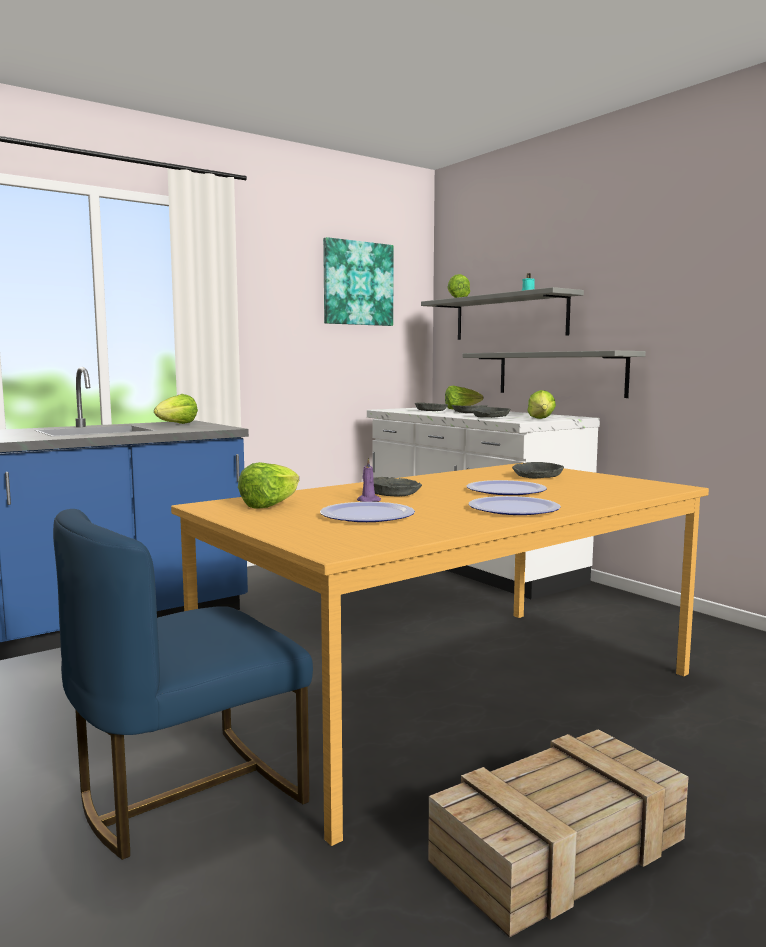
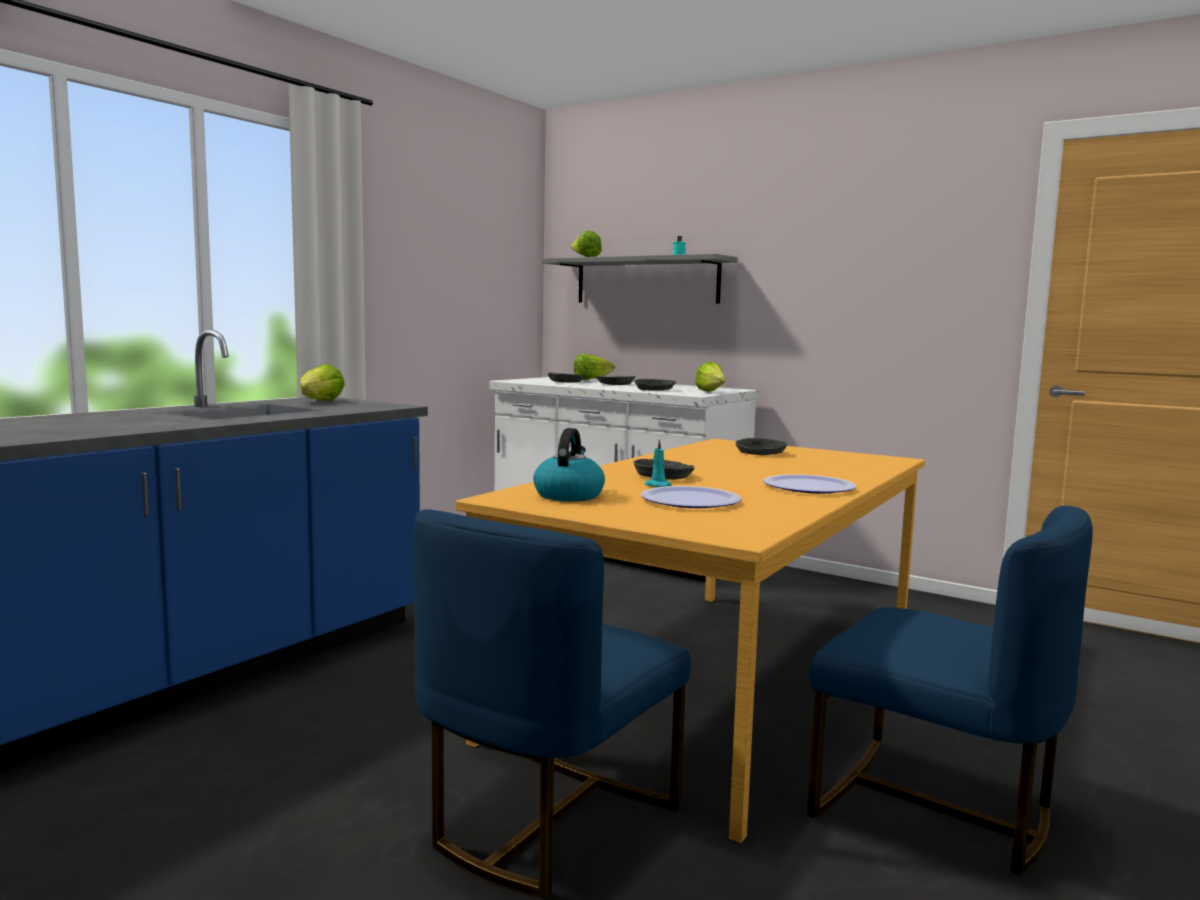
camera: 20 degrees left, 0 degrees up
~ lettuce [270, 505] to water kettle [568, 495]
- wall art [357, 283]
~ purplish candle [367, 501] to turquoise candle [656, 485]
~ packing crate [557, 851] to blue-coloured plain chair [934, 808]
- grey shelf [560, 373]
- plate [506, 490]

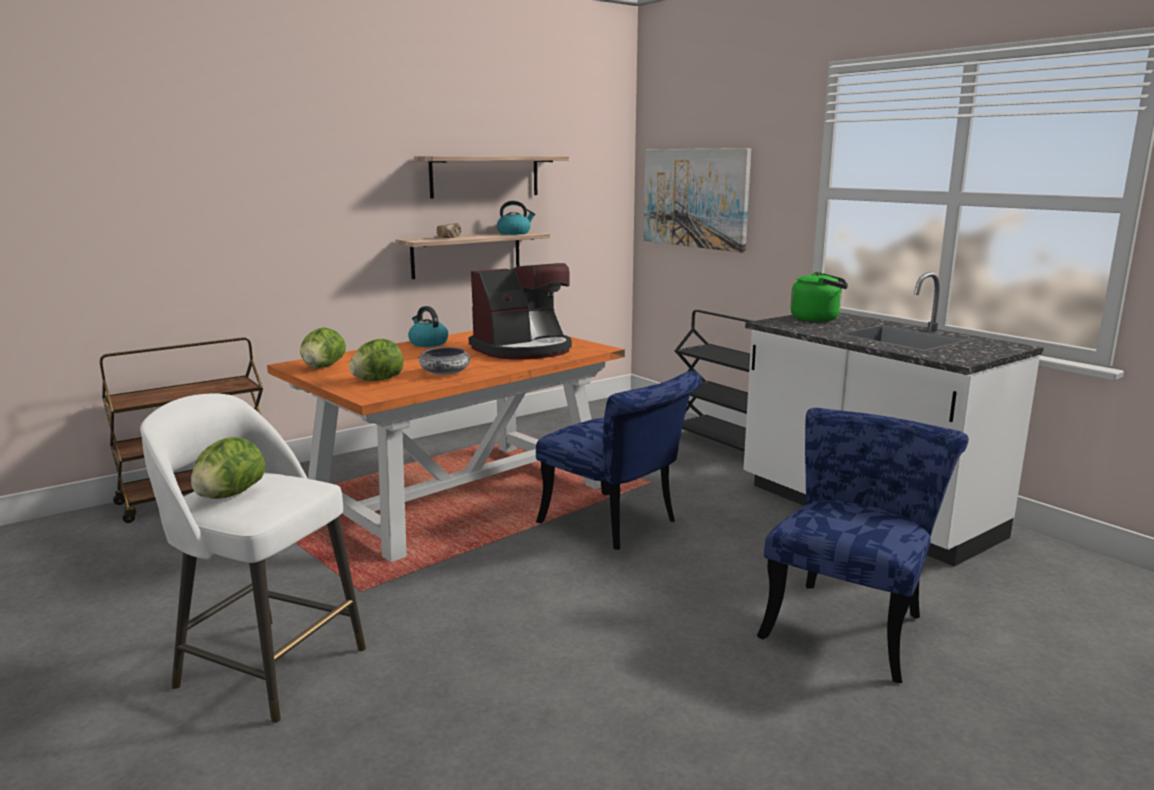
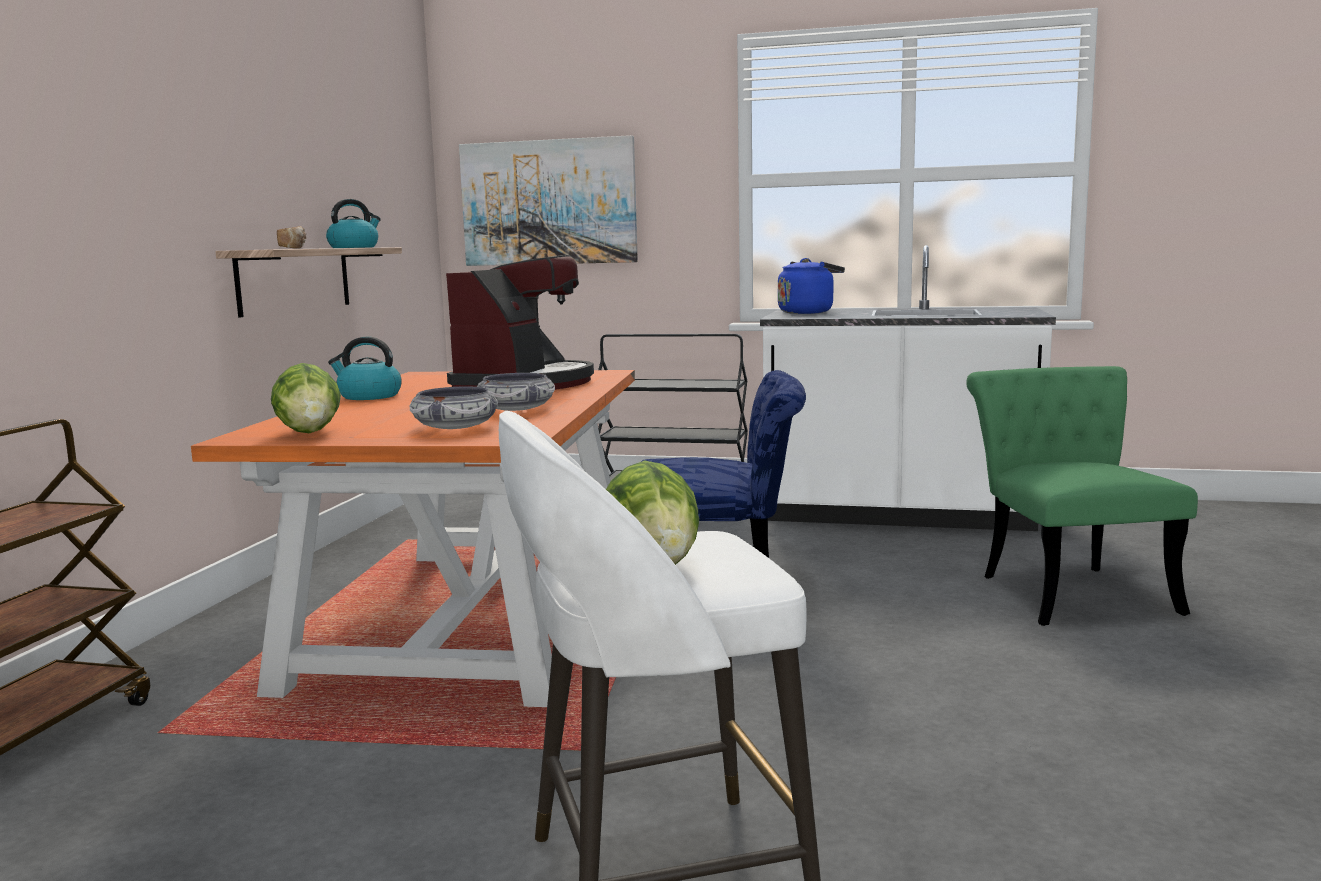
camera: 40 degrees left, 5 degrees down
~ lettuce [377, 380] to serving bowl [456, 427]
- shelf [485, 176]
~ blue-coloured plain chair [850, 622] to green plain chair [1067, 590]
~ green water kettle [818, 319] to blue-coloured water kettle [808, 312]

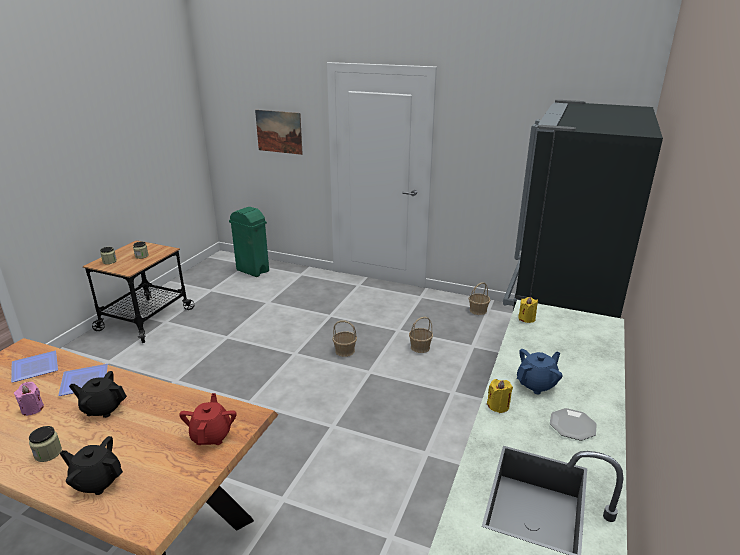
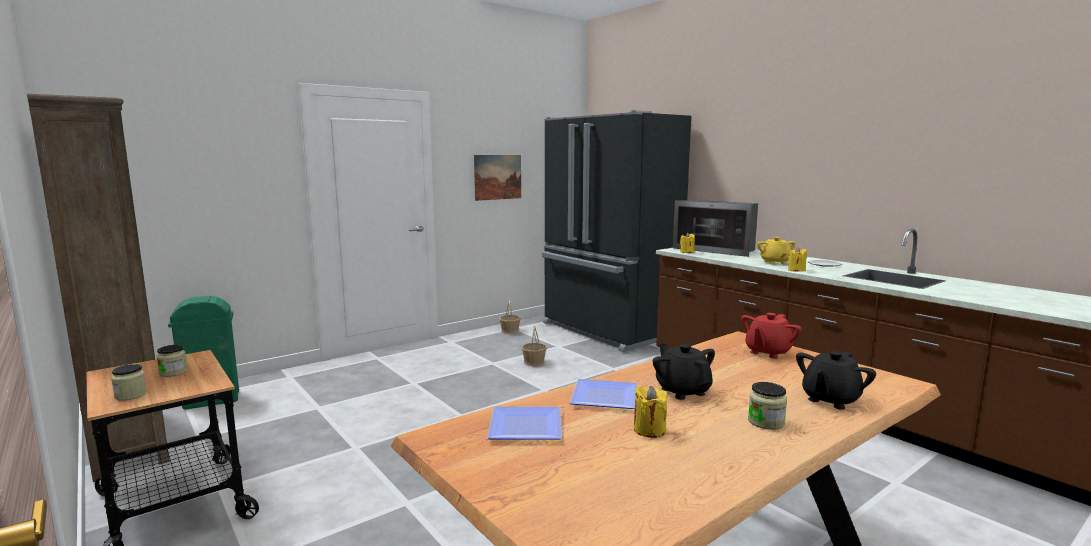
camera: 60 degrees left, 15 degrees down
~ pinkish candle [32, 409] to yellowish candle [649, 430]
~ blackish tea pot [103, 408] = [682, 391] 120 degrees clockwise
~ reddish tea pot [211, 435] = [767, 352] 75 degrees counterclockwise
~ wall art [279, 132] to [498, 177]
- household basket [345, 351]
~ blue-coloured tea pot [536, 384] to yellowish tea pot [775, 262]
+ brownish shelving unit [127, 440]
+ kitchen microwave [717, 249]

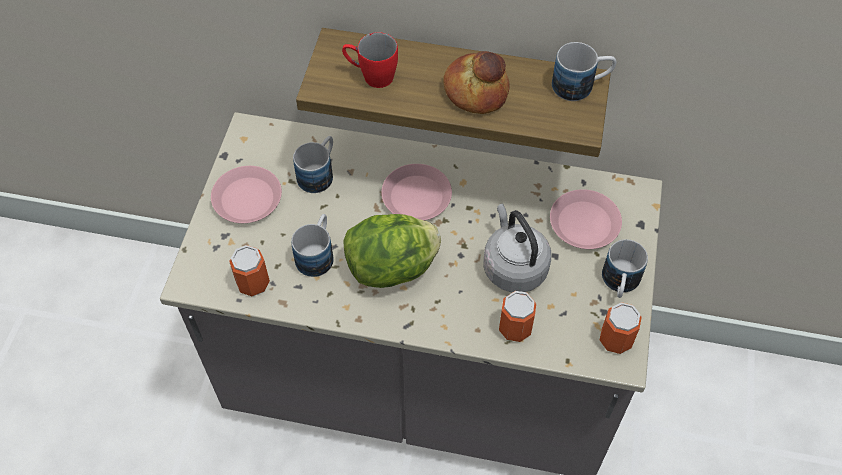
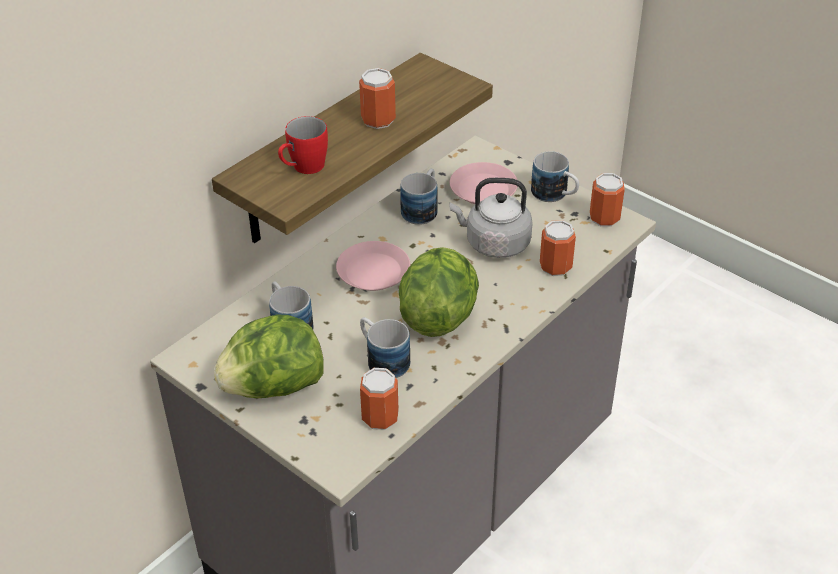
camera: 60 degrees left, 15 degrees down
~ pinkish plate [248, 199] to lettuce [274, 387]
~ baked bread [476, 91] to metal can [378, 120]
~ coffee mug [581, 86] to [422, 208]

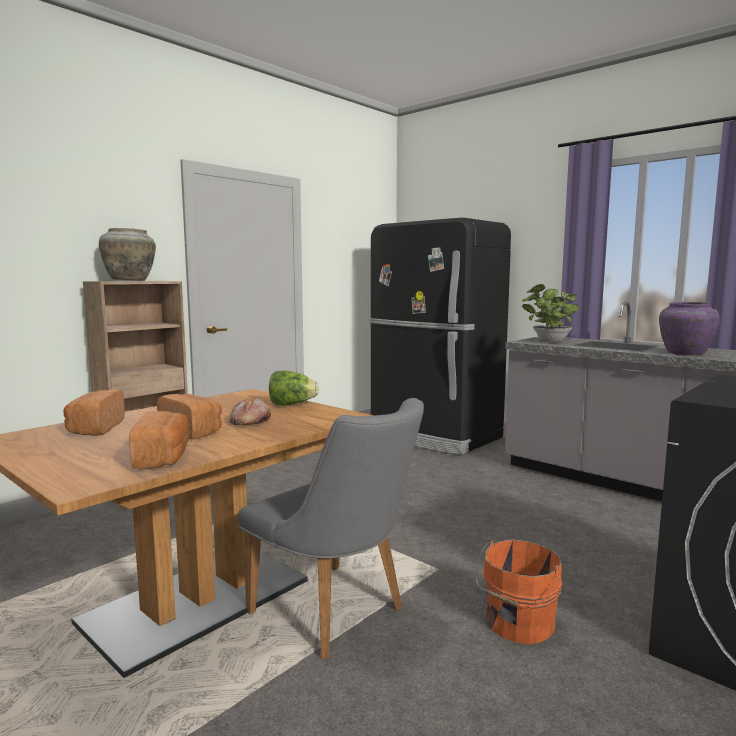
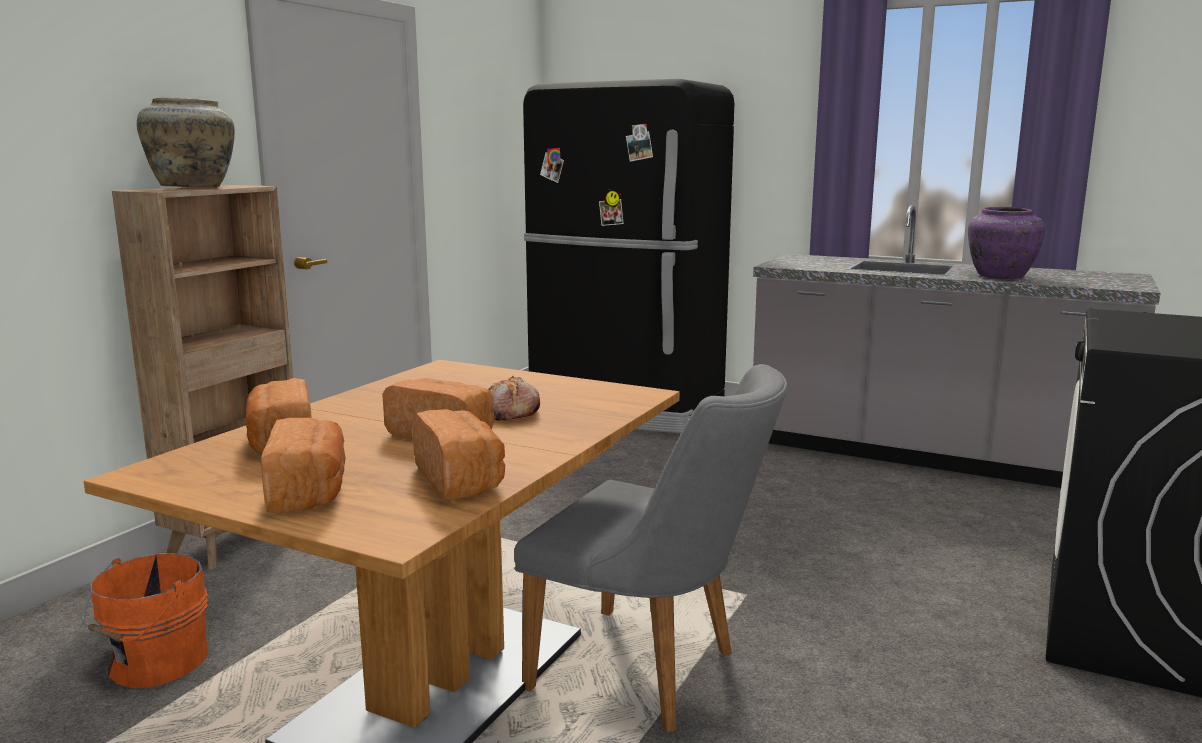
camera: 15 degrees left, 5 degrees up
- lettuce [292, 405]
~ orange-coloured bucket [517, 623] to [154, 663]
- plant in a pot [549, 341]
+ baked bread [309, 492]

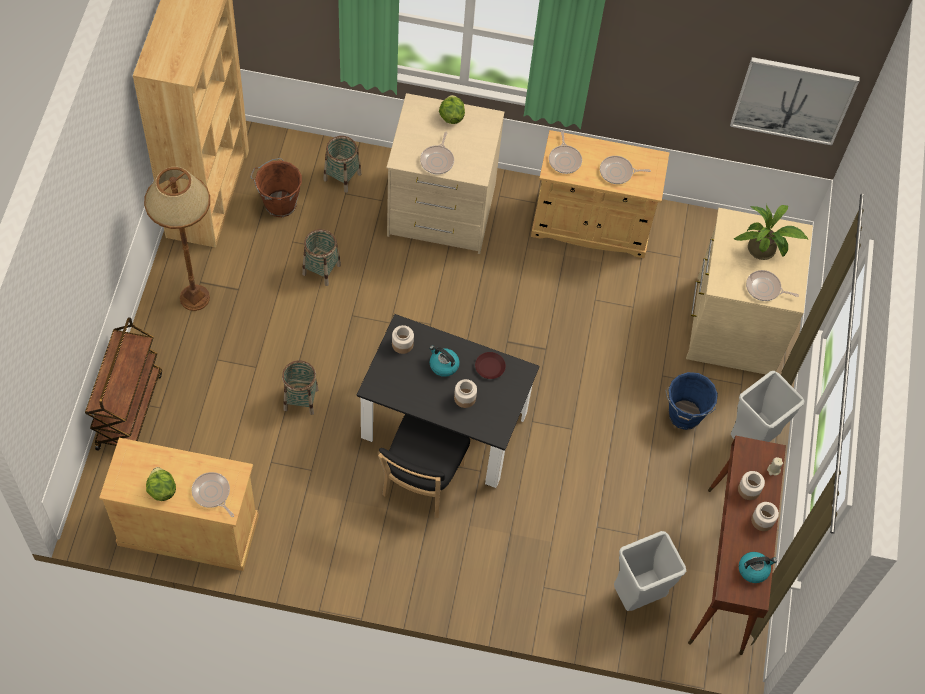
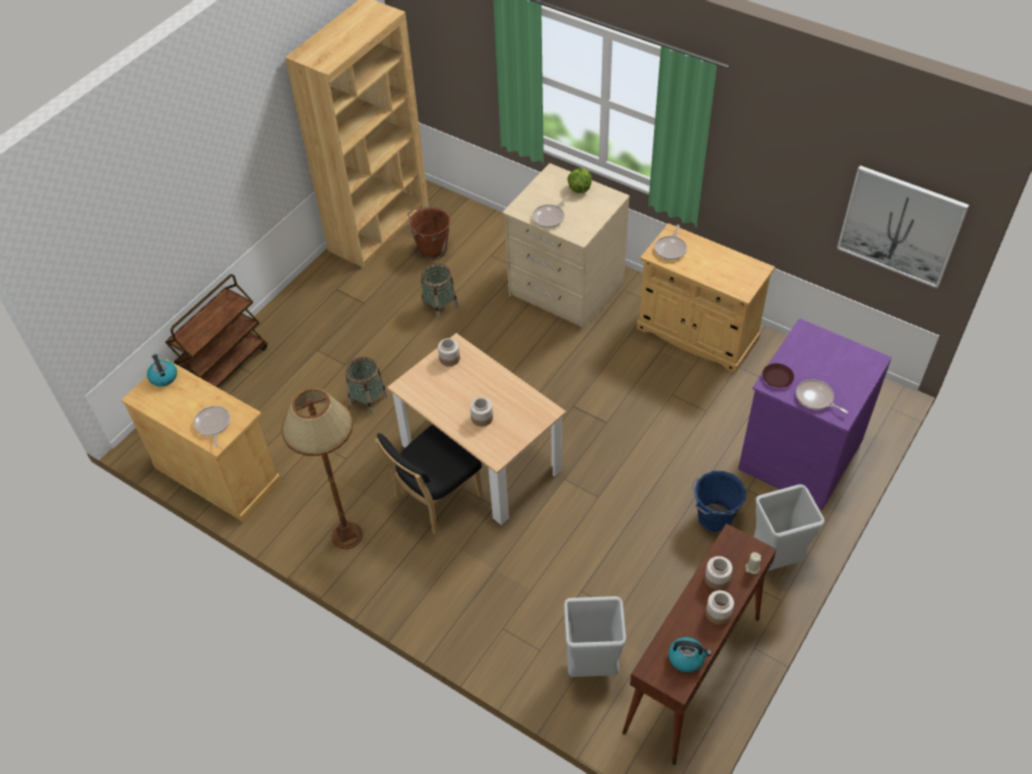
camera: 30 degrees right, 10 degrees down
~ brownish standing lamp [194, 297] to [347, 535]
- lettuce [162, 490]
- household basket [342, 177]
~ blackish kitchen table [444, 426] to sand-coloured kitchen table [481, 458]
~ water kettle [443, 365] to [163, 377]
~ brownish plate [489, 367] to [777, 377]
- pan [618, 172]
~ sand-coloured dresser [733, 325] to purplish dresser [798, 453]
- plant in a pot [764, 251]

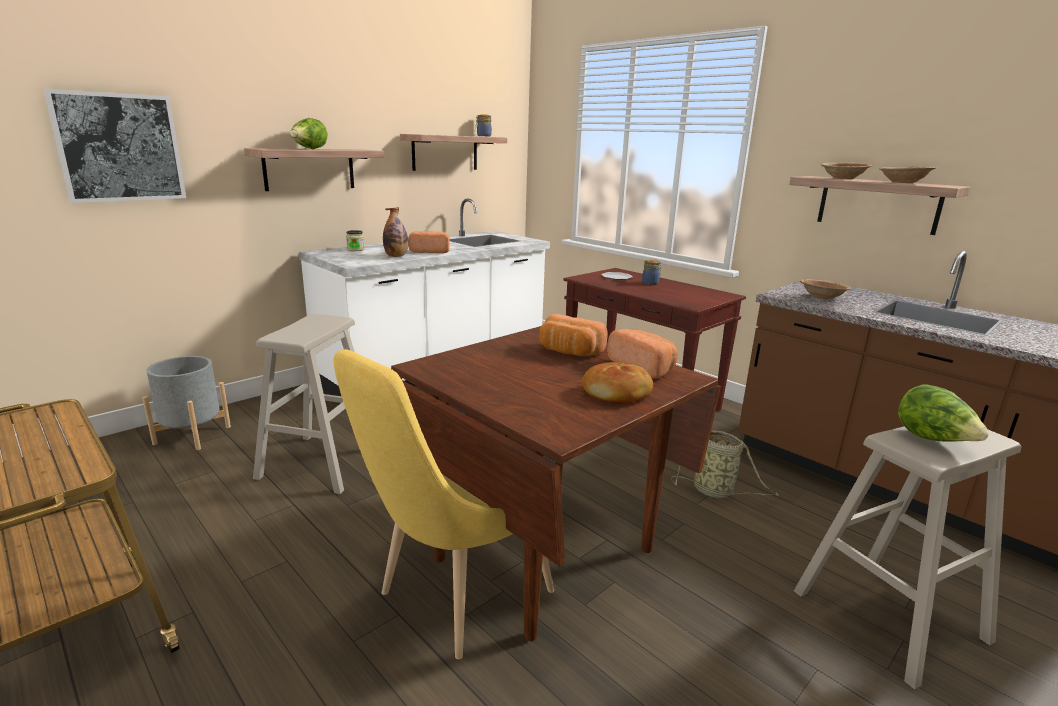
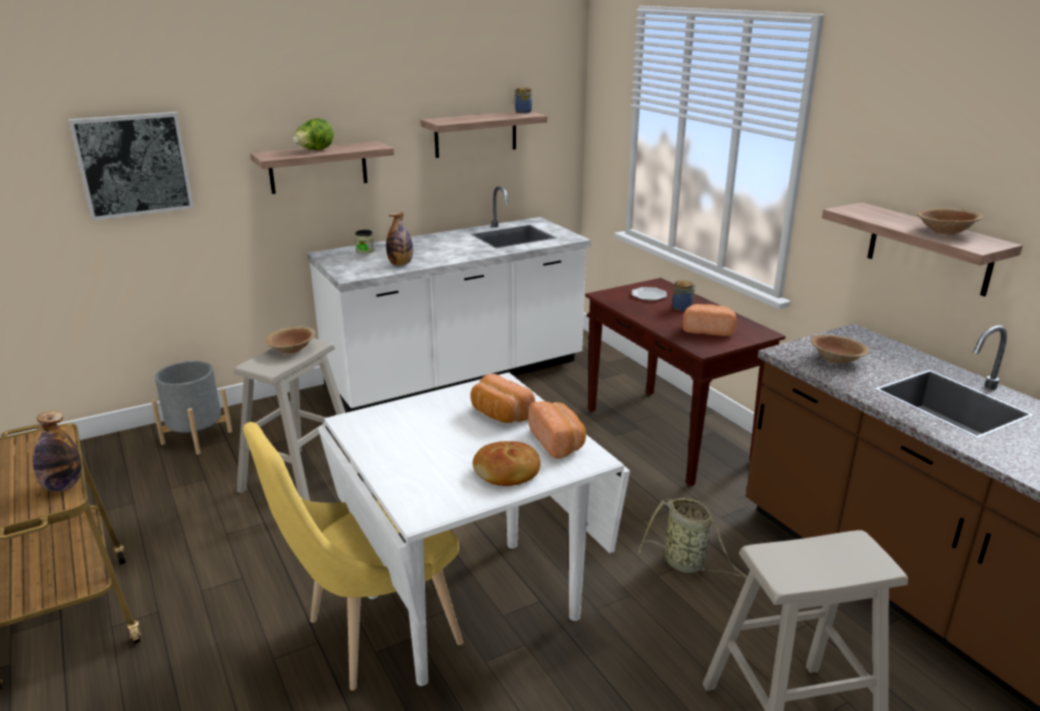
camera: 15 degrees right, 5 degrees up
~ brownish kitchen table [543, 553] to whitish kitchen table [471, 605]
~ baked bread [430, 251] to [708, 330]
~ brownish serving bowl [843, 178] to [292, 349]
- lettuce [933, 440]
+ bottle [63, 486]

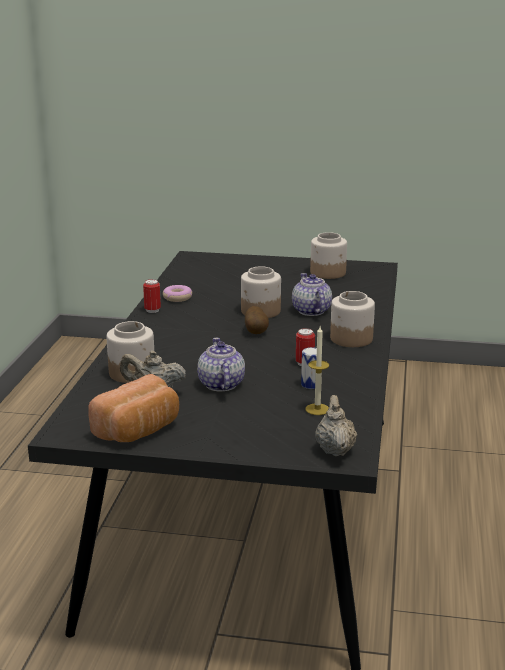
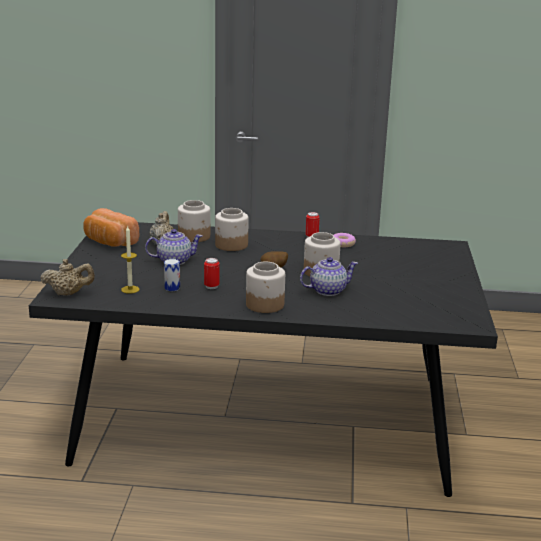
camera: 85 degrees right, 0 degrees up
~ preserve jar [328, 273] to [231, 245]

